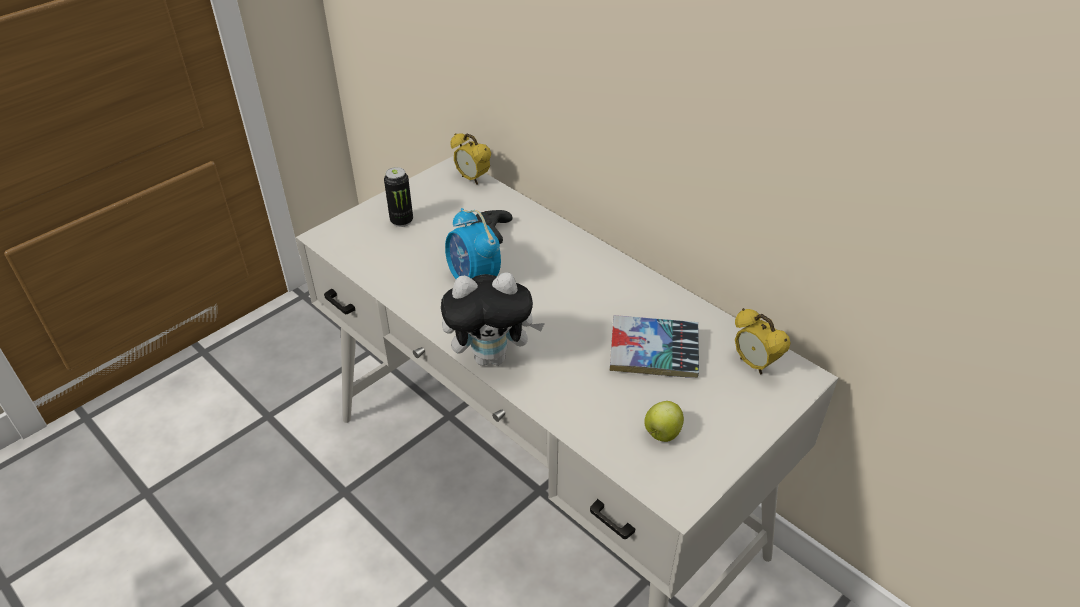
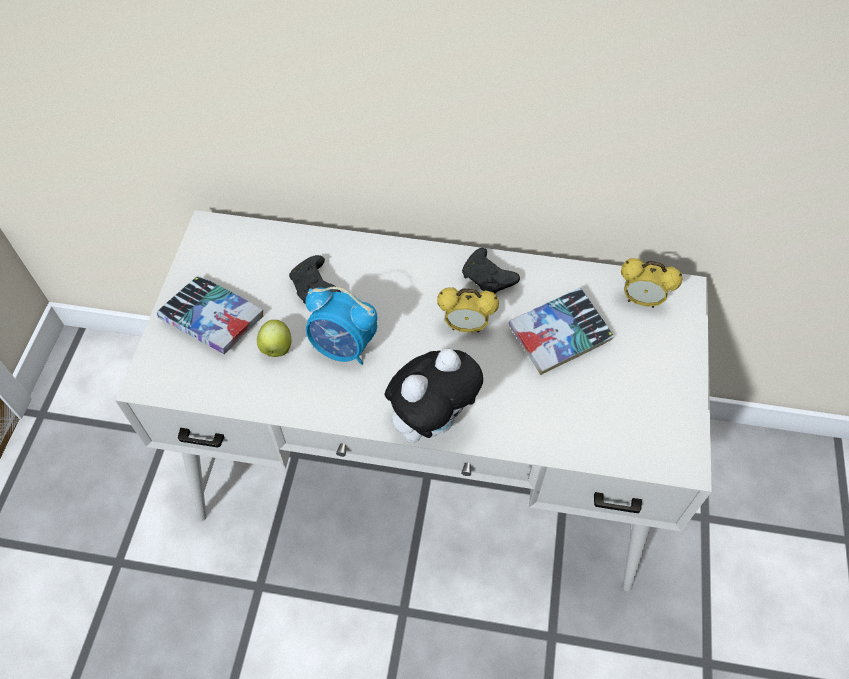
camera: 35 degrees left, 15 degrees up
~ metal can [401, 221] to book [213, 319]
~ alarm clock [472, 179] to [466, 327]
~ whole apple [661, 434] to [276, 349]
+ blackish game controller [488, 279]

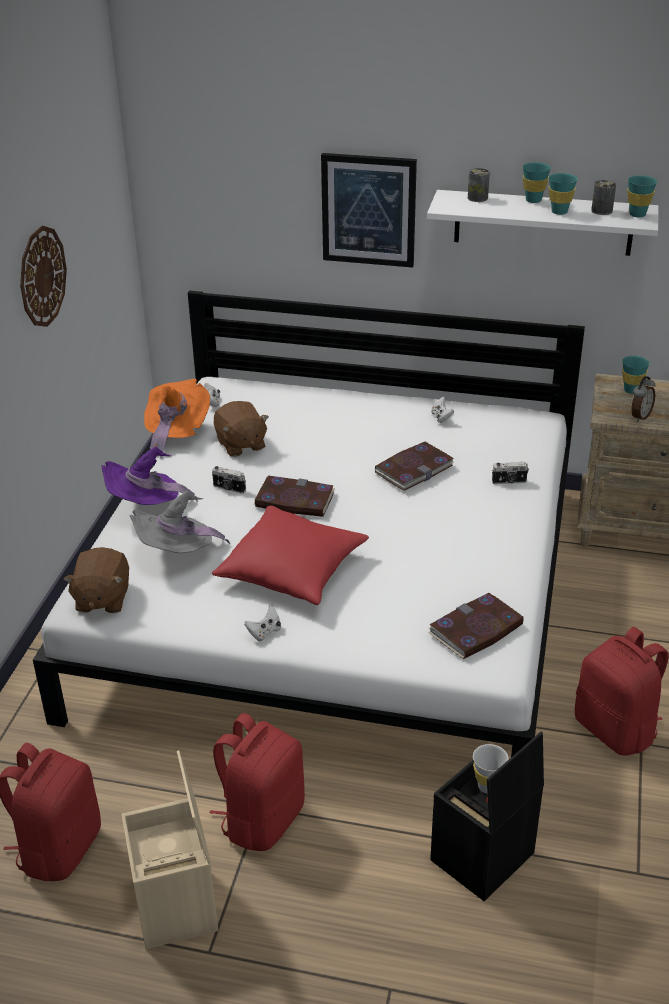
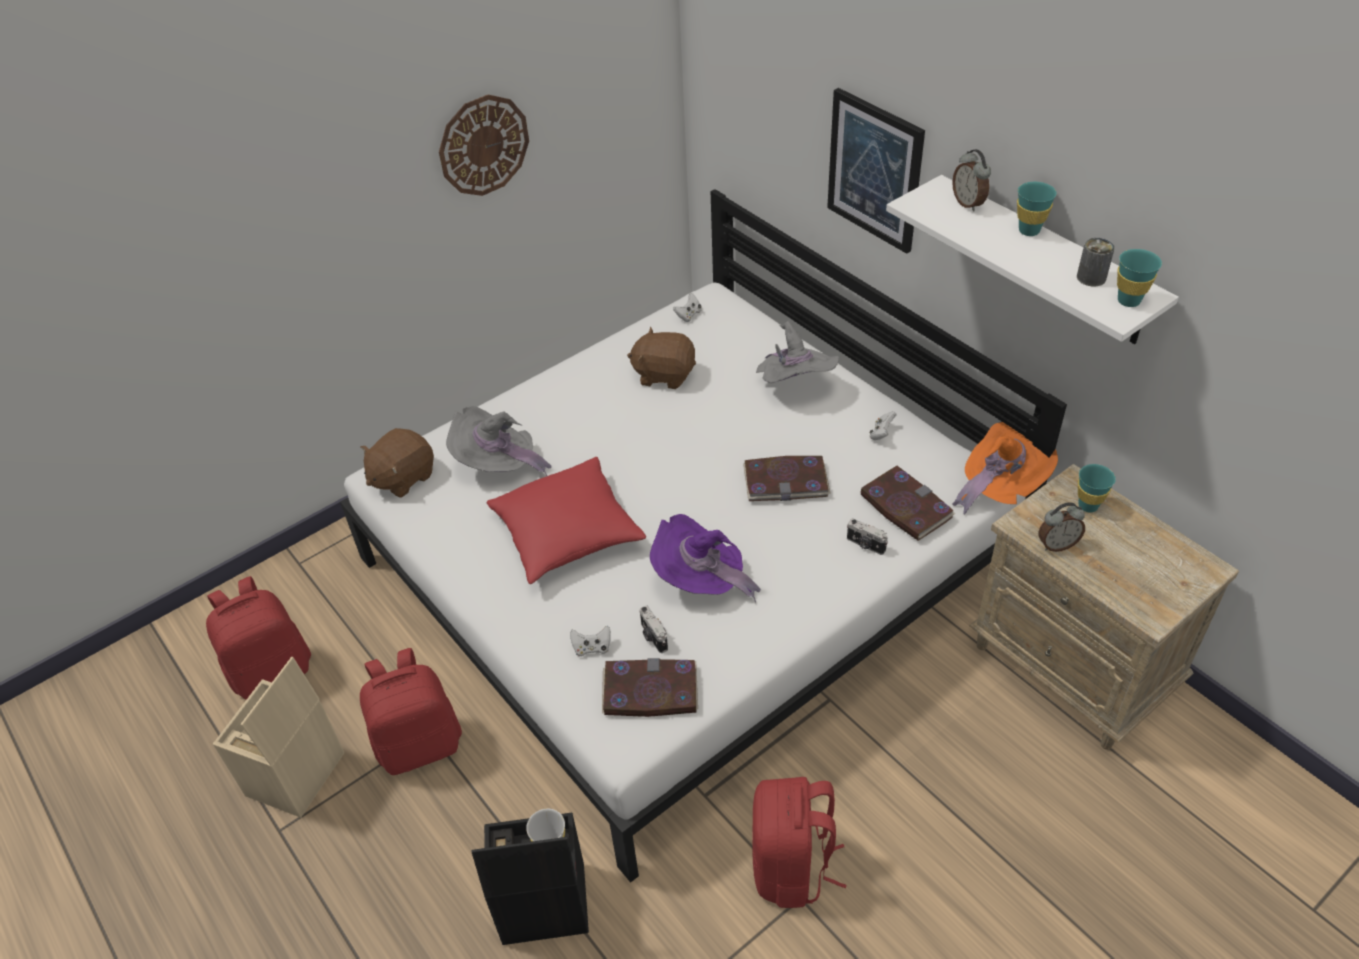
camera: 40 degrees right, 10 degrees up
~ purplish hat [146, 507] to [701, 581]
~ orange-coloured hat [175, 433] to [1000, 485]
~ still camera [229, 488] to [653, 637]
~ brownish cuddly toy [240, 445] = [664, 374] 90 degrees clockwise
~ whitish game controller [264, 632] to [592, 648]
~ book [294, 500] to [905, 506]
~ metal can [477, 198] to alarm clock [968, 203]
- turquoise drinking cup [559, 212]
+ grey hat [794, 385]

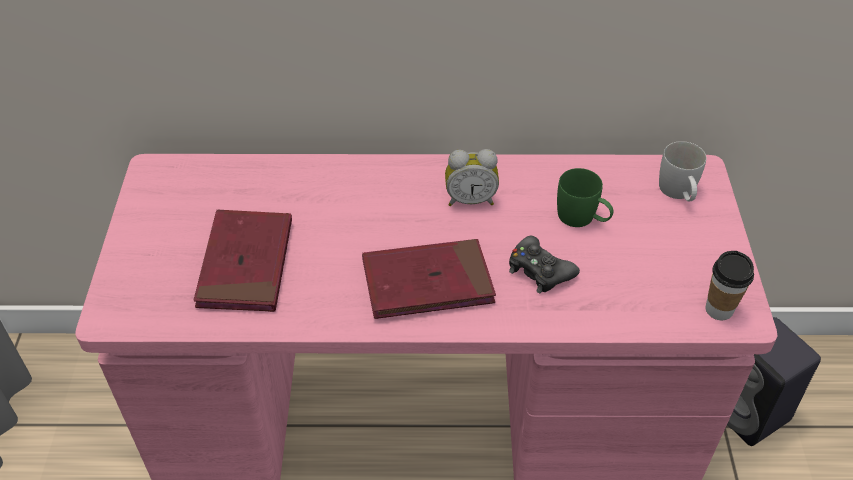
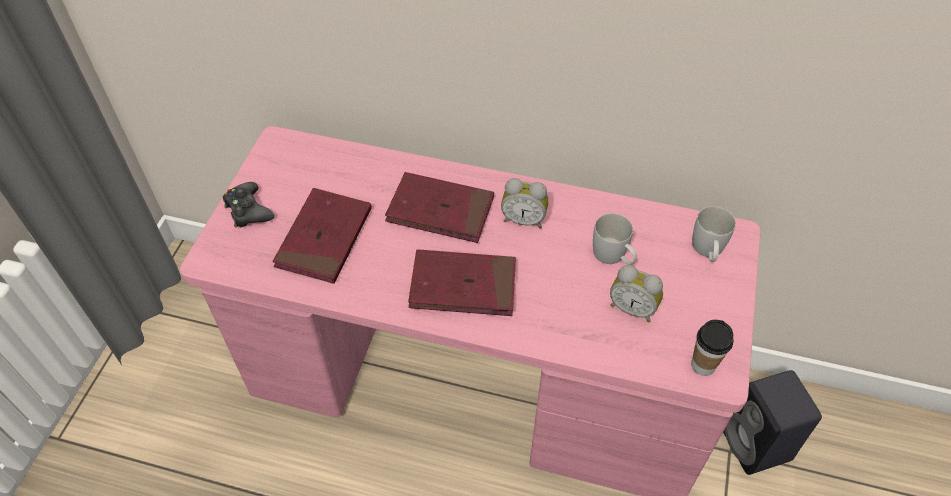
camera: 15 degrees right, 5 degrees up
~ blackish game controller [539, 271] to [248, 210]
~ green coffee mug [582, 218] to whitish coffee mug [613, 257]
+ reddish book [440, 210]
+ alarm clock [632, 308]

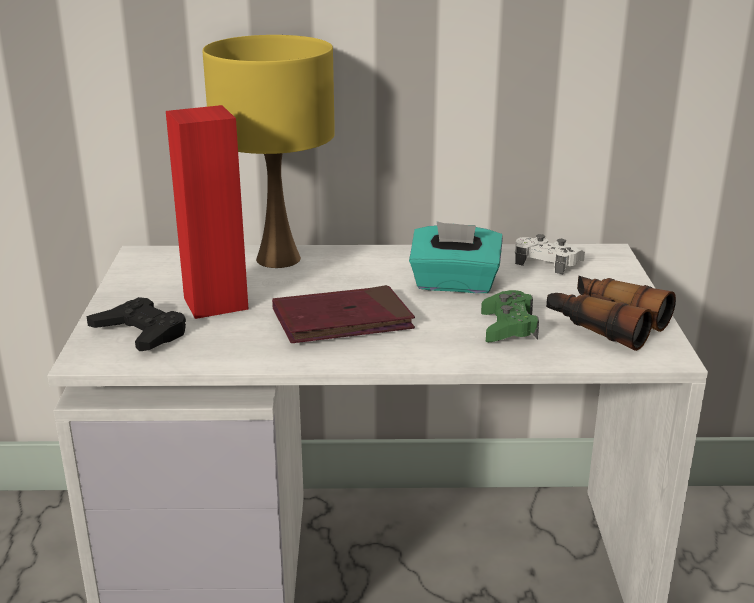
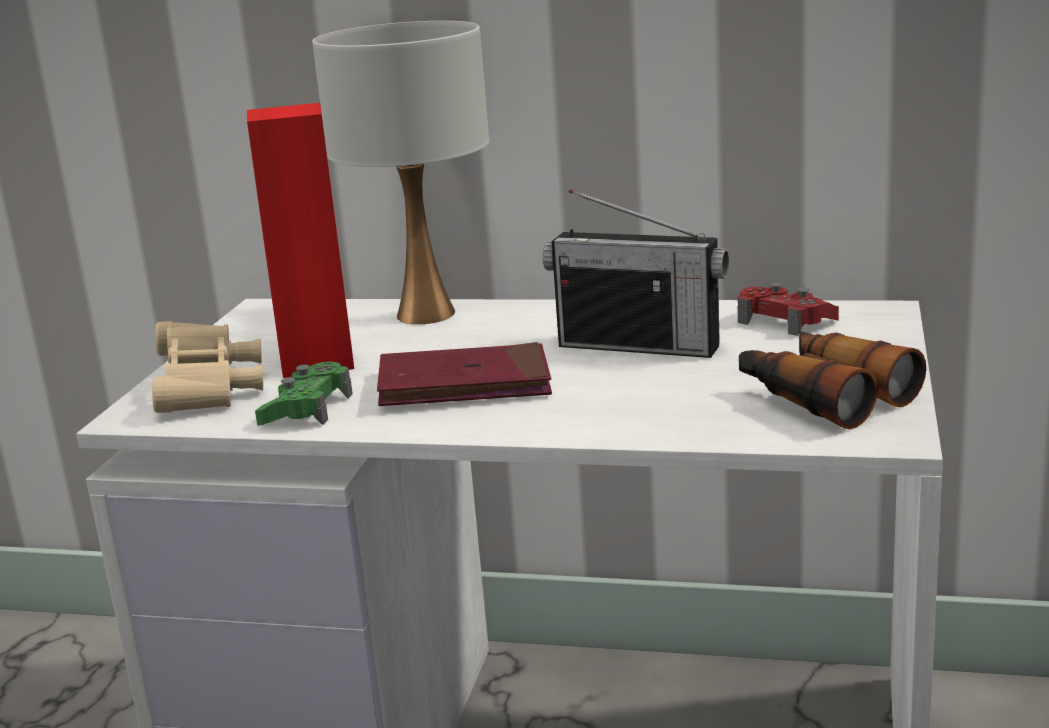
camera: 15 degrees right, 5 degrees down
~ blackish game controller [141, 333] to sand-coloured pair of binoculars [210, 391]
~ yellowish table lamp [277, 258] to whitish table lamp [425, 314]
~ turquoise tissue box [454, 284] to radio receiver [639, 345]
~ green game controller [508, 327] to [307, 409]
~ whitish game controller [547, 262] to reddish game controller [785, 321]

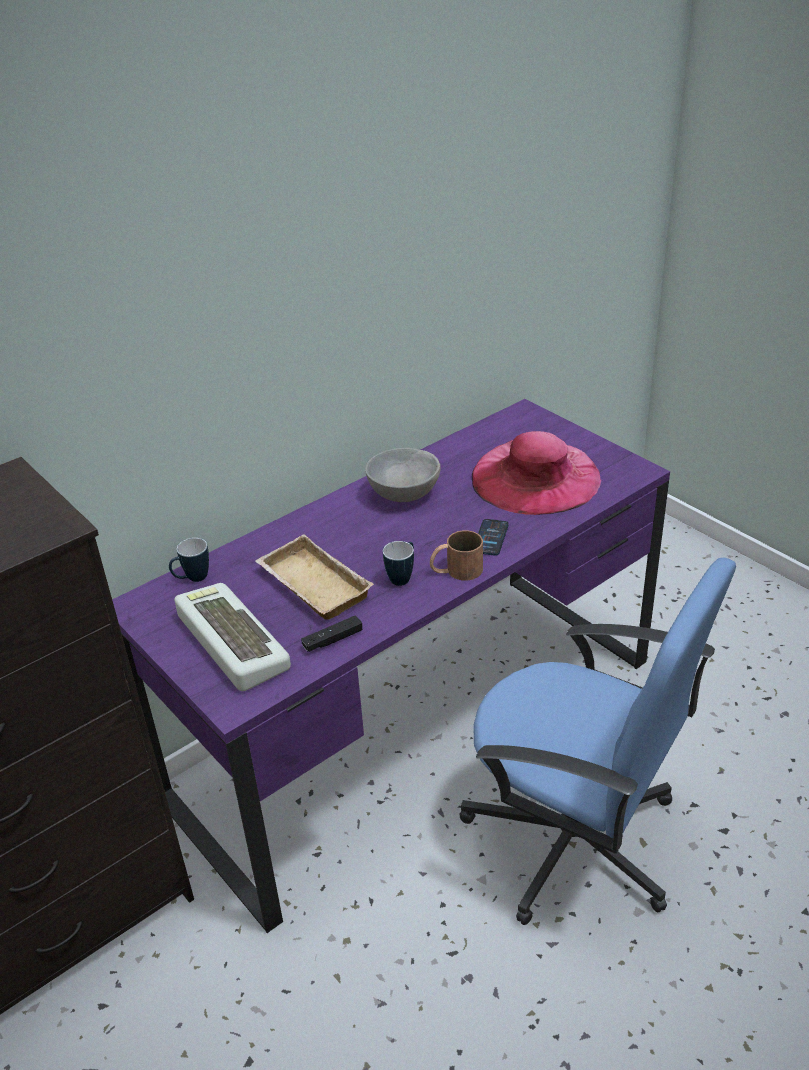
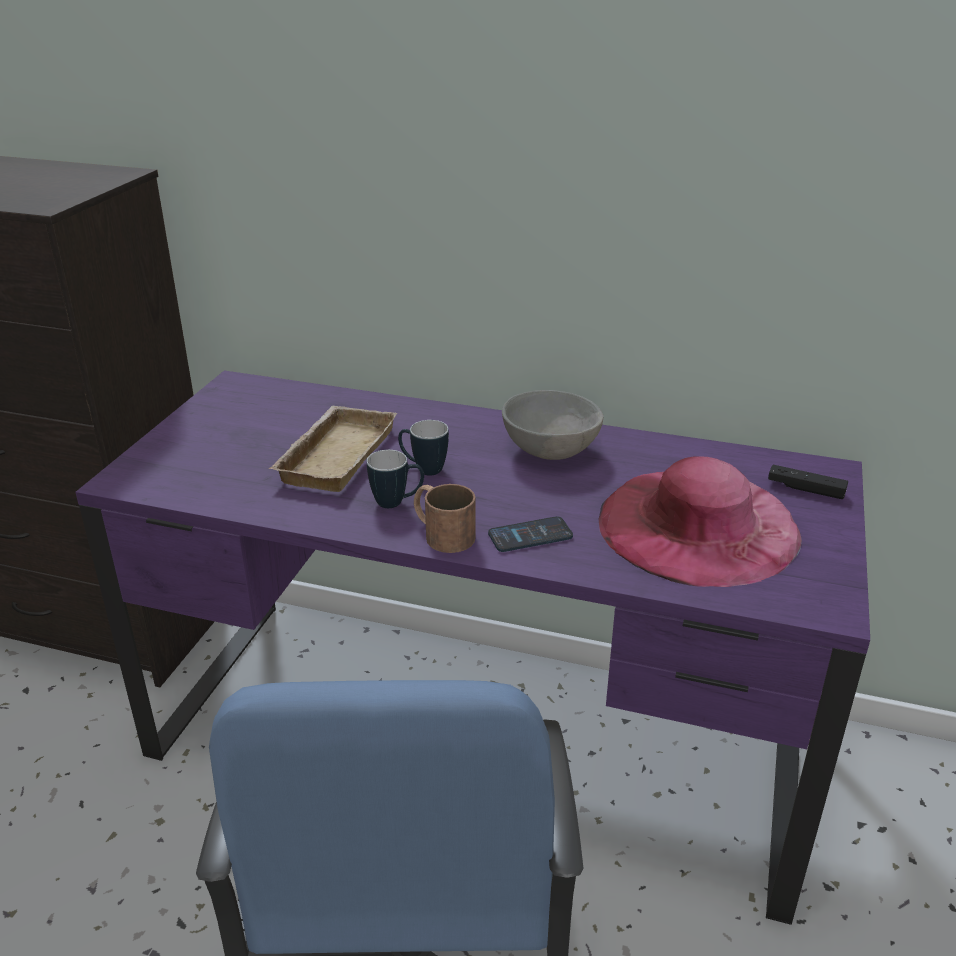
camera: 55 degrees right, 5 degrees down
~ coffee mug [192, 579] to [423, 469]
- PC keyboard [229, 643]
~ blackish game controller [332, 640] to [805, 489]

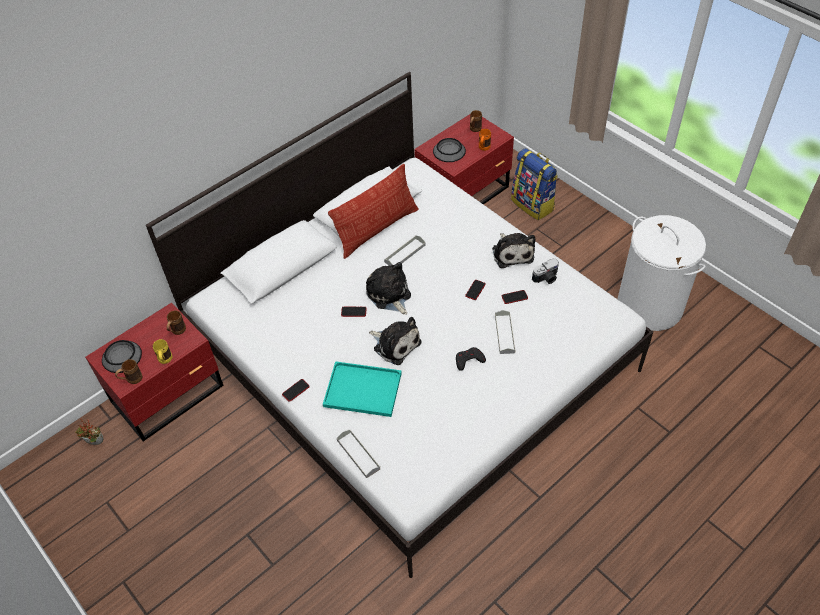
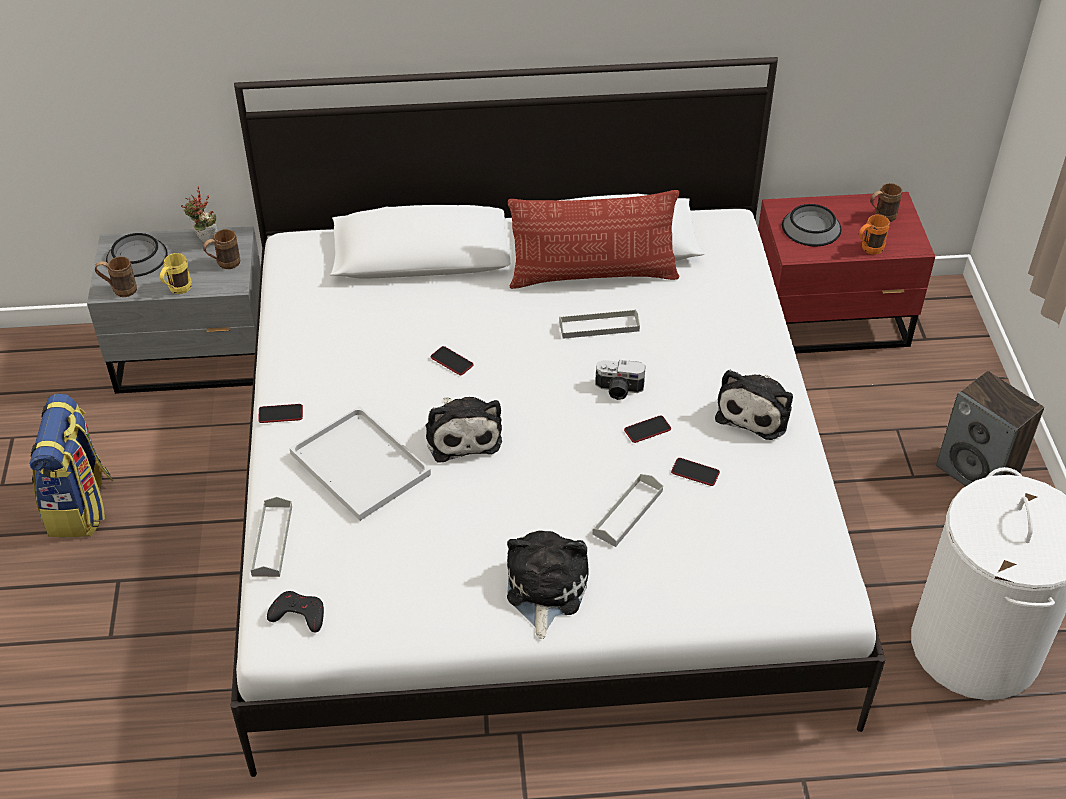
camera: 35 degrees right, 5 degrees down
~ plant in a pot [95, 444] to [204, 241]
~ reddish night table [170, 394] to grey night table [196, 357]
~ turquoise serving tray [361, 390] to whitish serving tray [357, 463]
~ cuddly toy [389, 295] to [544, 590]
~ blackish game controller [469, 360] to [298, 614]
~ backpack [533, 204] to [80, 506]
~ still camera [546, 278] to [618, 390]
+ audio speaker [978, 472]

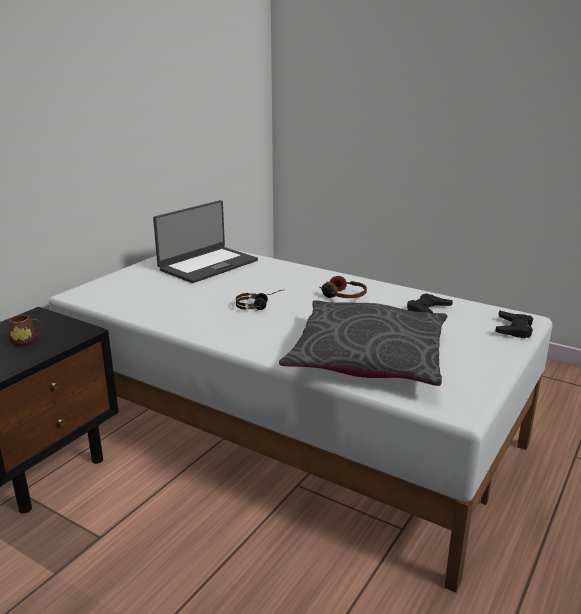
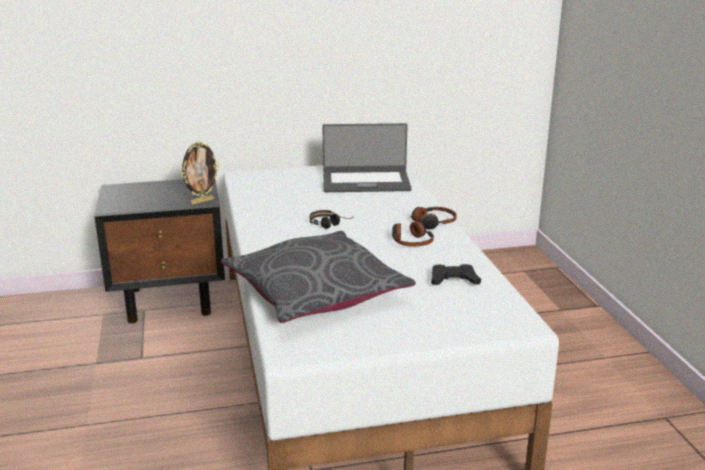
camera: 45 degrees right, 0 degrees up
- brownish coffee mug [27, 341]
- blackish game controller [513, 329]
+ photo frame [202, 201]
+ pair of headphones [433, 223]

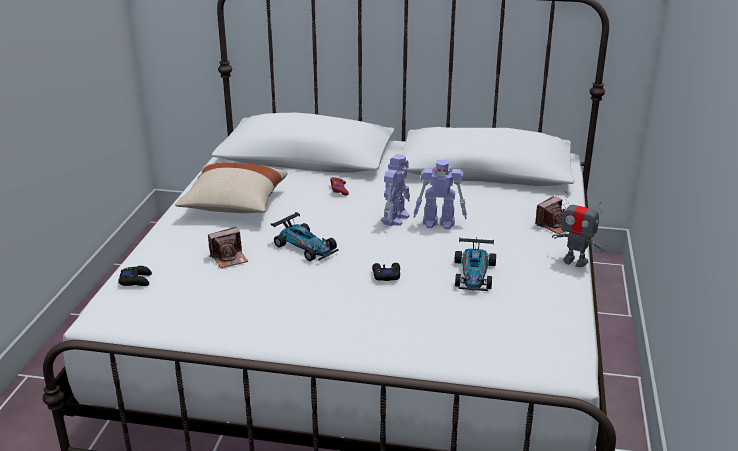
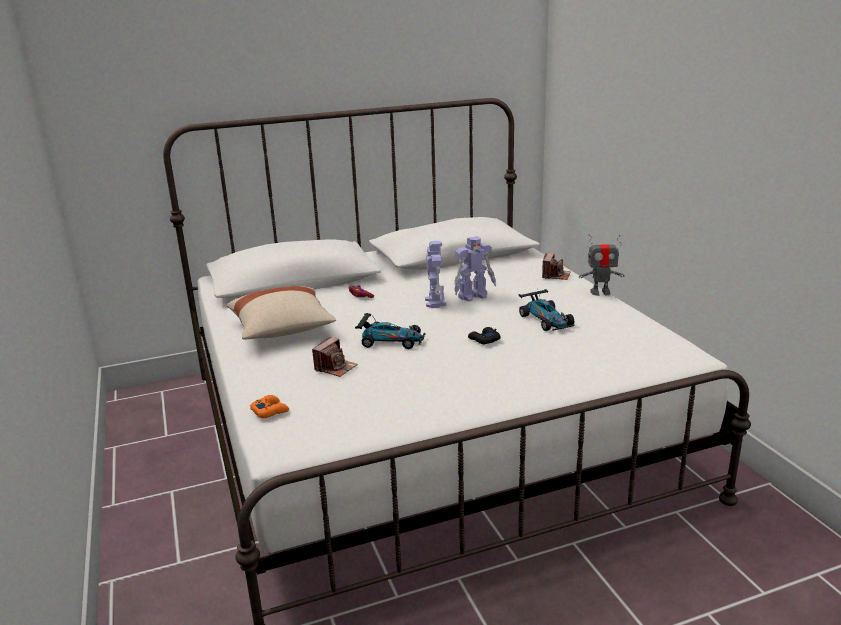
camera: 30 degrees left, 5 degrees down
~ blackish game controller [136, 280] to orange-coloured game controller [270, 411]

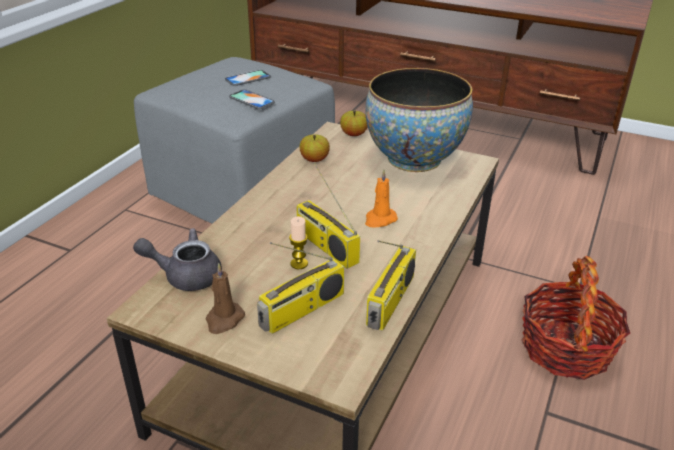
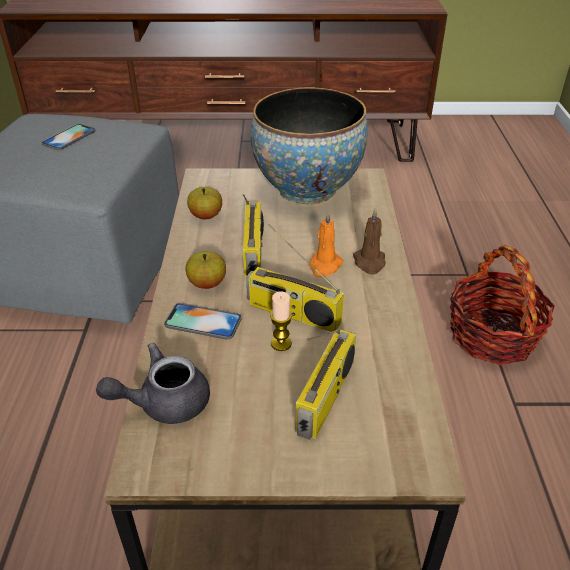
camera: 25 degrees left, 5 degrees up
~ brownish candle [224, 320] to [369, 262]
~ handset [251, 100] to [203, 321]
~ whole apple [353, 134] to [207, 283]
~ radio receiver [391, 302] to [254, 253]

